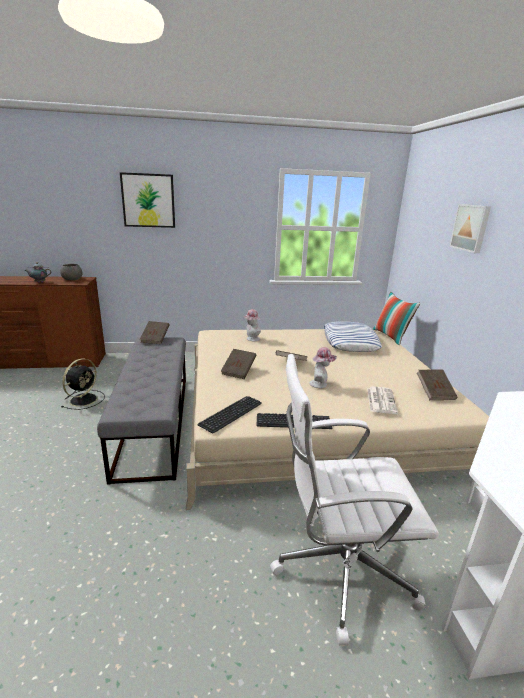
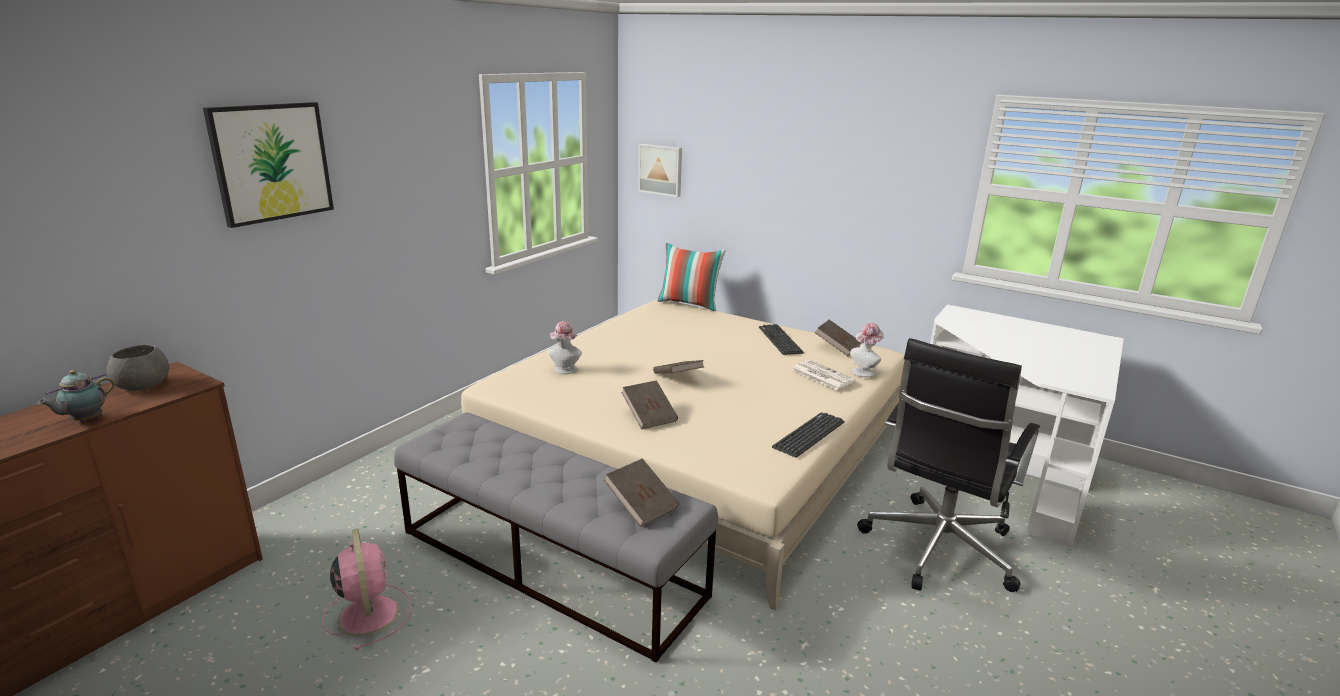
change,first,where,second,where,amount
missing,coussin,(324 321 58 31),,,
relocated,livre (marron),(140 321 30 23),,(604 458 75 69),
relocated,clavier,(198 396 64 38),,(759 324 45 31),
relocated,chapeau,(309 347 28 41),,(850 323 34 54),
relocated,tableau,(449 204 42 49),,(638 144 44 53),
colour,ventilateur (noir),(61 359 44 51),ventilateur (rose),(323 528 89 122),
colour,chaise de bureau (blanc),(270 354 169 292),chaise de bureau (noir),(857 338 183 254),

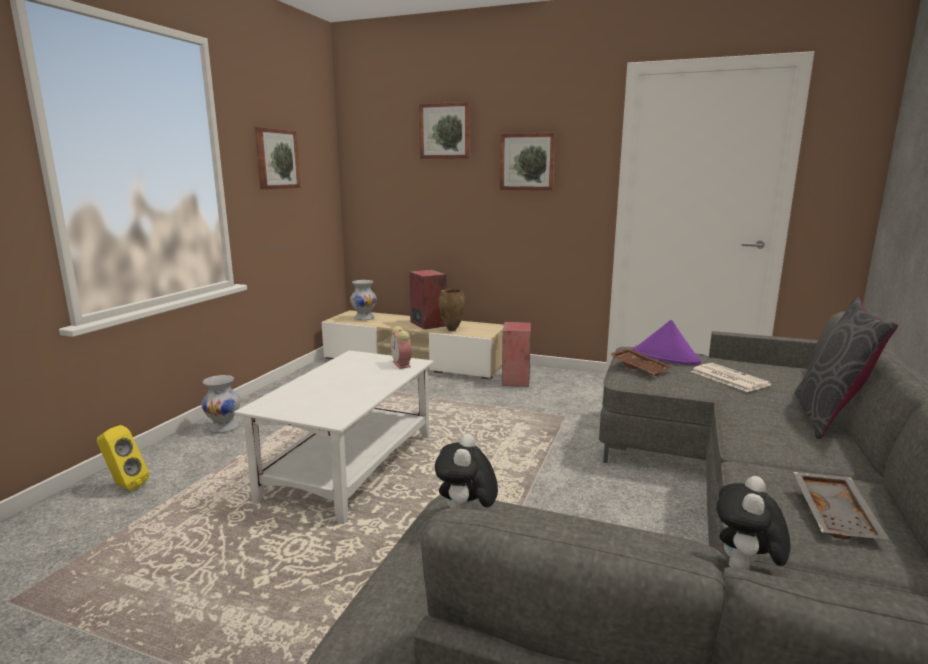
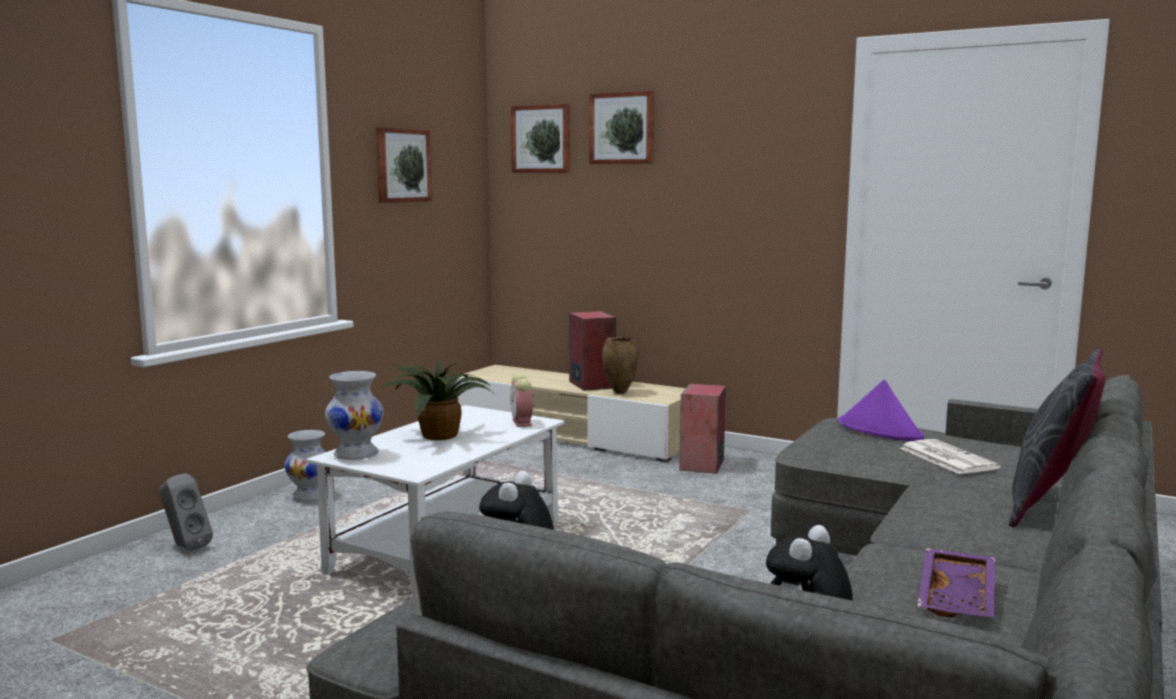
change,first,where,second,where,amount
missing,plateau (marron),(610 348 63 28),,,
appeared,,,plante en pot,(379 360 116 80),
relocated,vase (blanc),(350 280 27 40),,(325 371 59 89),
relocated,tableau,(500 133 56 57),,(511 104 59 69),
colour,enceinte (jaune),(97 425 52 65),enceinte (gris),(159 473 54 78),
colour,plateau (gris),(793 472 96 67),plateau (violet),(918 548 77 69),

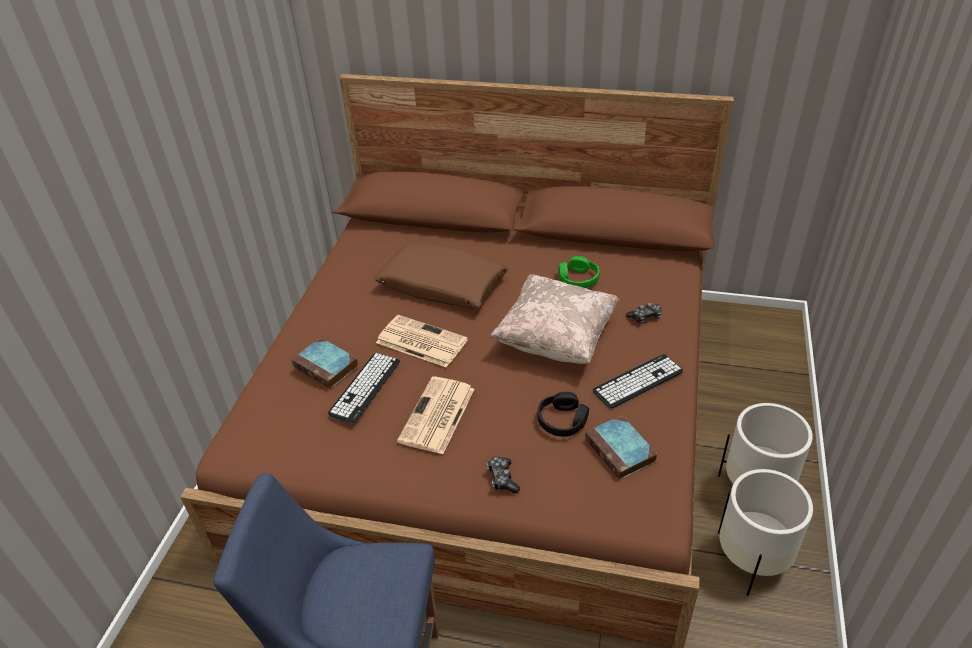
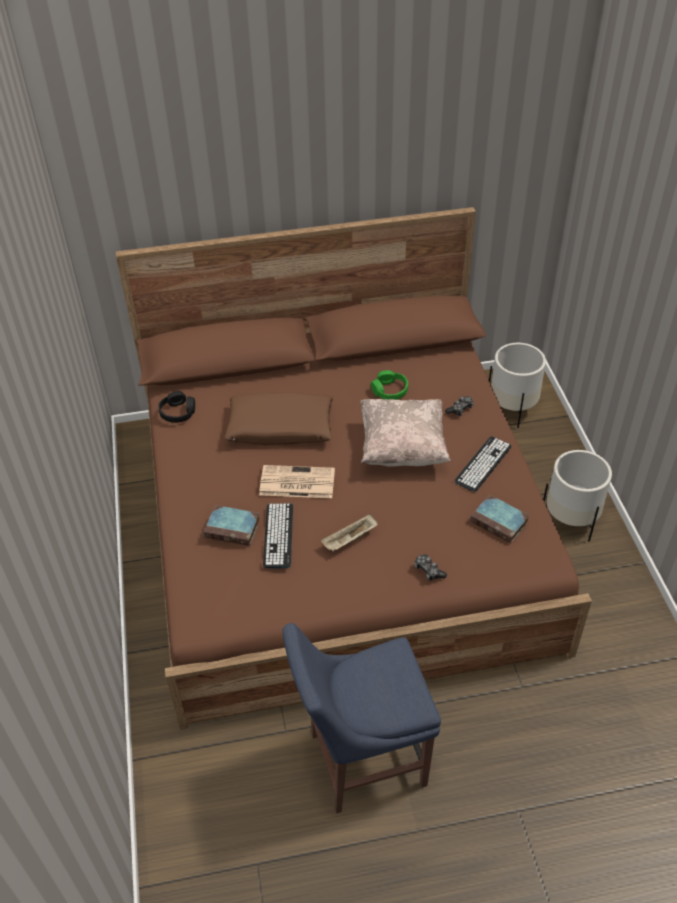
change,first,where,second,where,amount
relocated,casque audio (noir),(537 392 52 45),,(158 391 37 32),
relocated,cache-pot (blanc),(718 469 95 127),,(489 343 57 85),
exchanged,journal,(397 376 78 78),plateau (beige),(321 514 57 38),

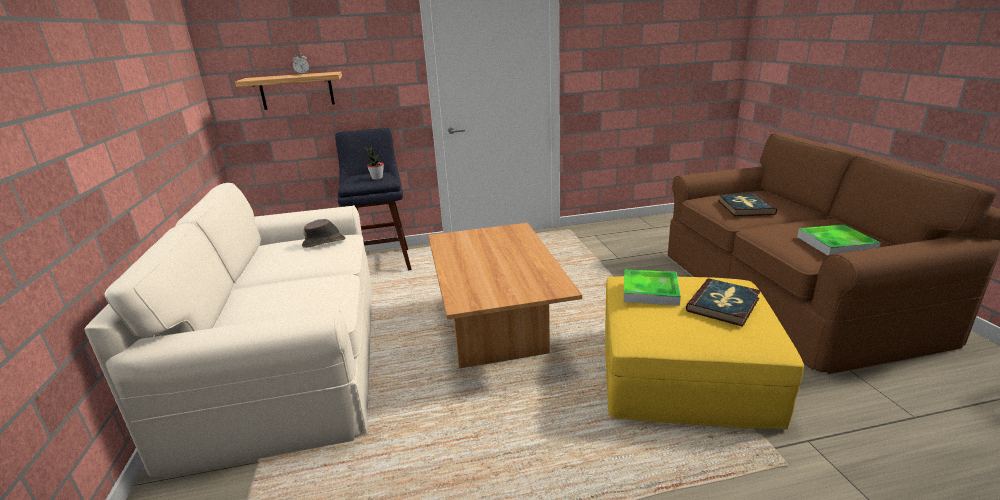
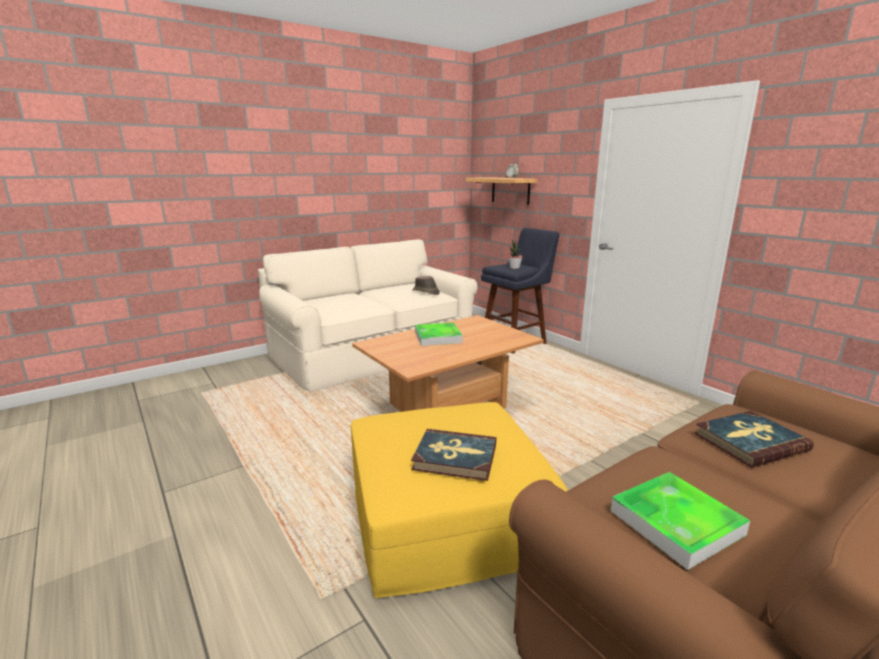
change,first,where,second,where,amount
relocated,plateau,(624 269 57 37),,(415 323 48 23),

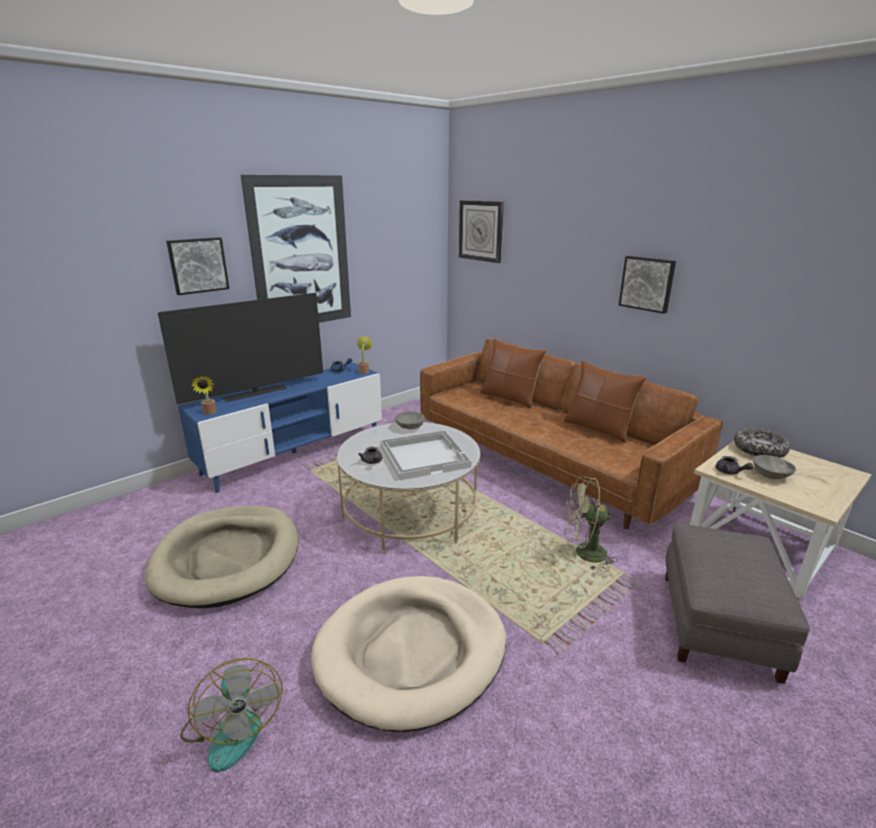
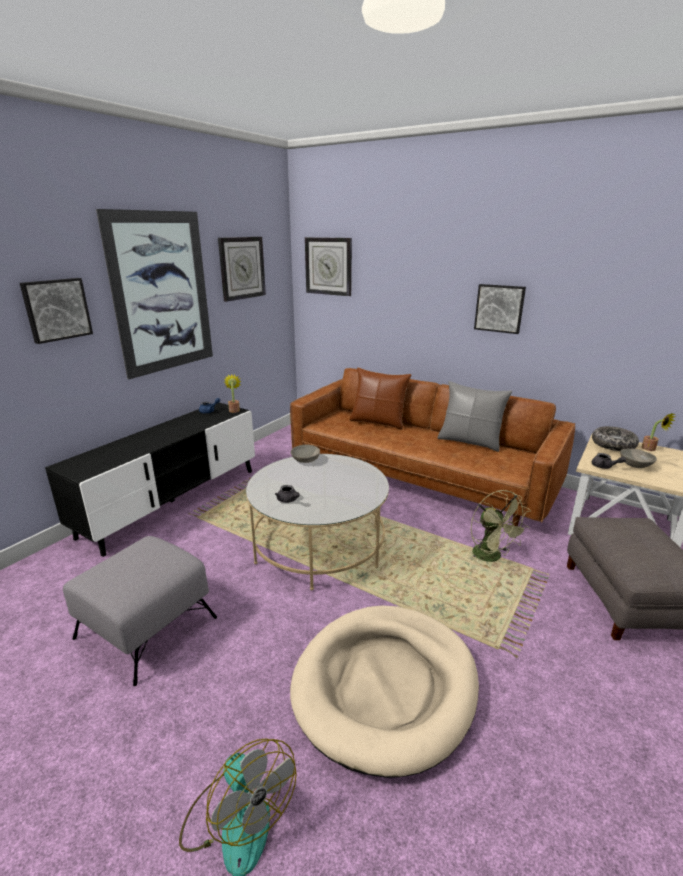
change,first,where,second,where,amount
missing,téléviseur,(158 293 165 111),,,
missing,plateau (blanc),(380 430 91 50),,,
appeared,,,horloge murale,(218 237 48 65),
relocated,plante en pot,(191 375 26 40),,(641 413 34 38),
exchanged,panier pour chien (beige),(145 506 153 102),pouf (gris),(63 536 154 150),
colour,meuble télé (bleu),(178 362 204 131),meuble télé (noir),(45 403 210 154),
colour,coussin (marron),(564 360 83 83),coussin (gris),(437 381 75 71),
spun,ventilateur (vert),(564 476 54 93),,(471 490 60 72),105 degrees counterclockwise

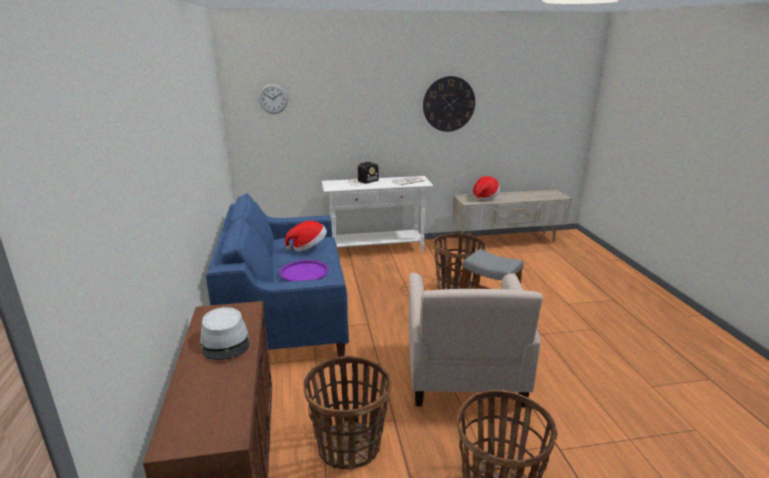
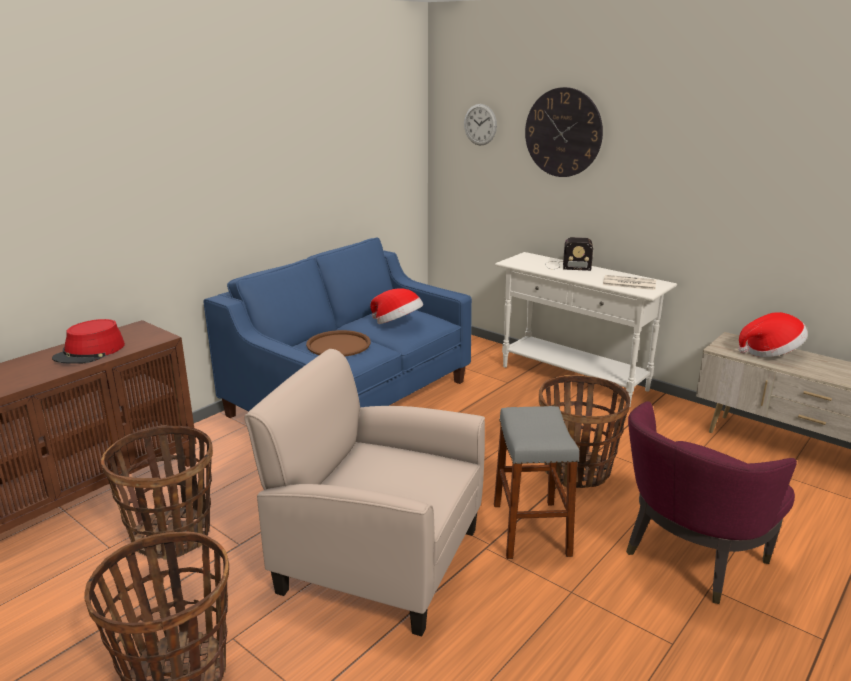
change,first,where,second,where,amount
appeared,,,fauteuil (violet),(626 401 171 203),
relocated,horloge murale,(423 76 52 56),,(525 87 78 90),
colour,chapeau (gris),(200 307 49 53),chapeau (rouge),(52 319 73 45),
colour,plateau (violet),(279 260 50 22),plateau (marron),(306 330 65 27),
spun,fauteuil (beige),(409 273 134 134),,(244 349 241 287),60 degrees clockwise

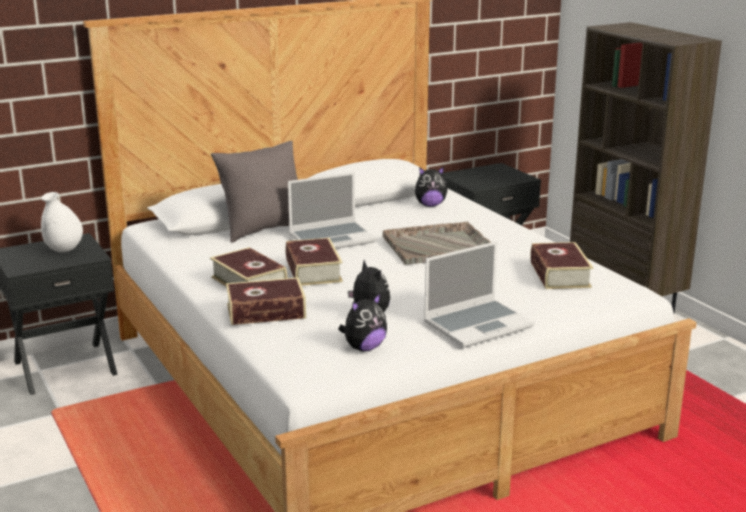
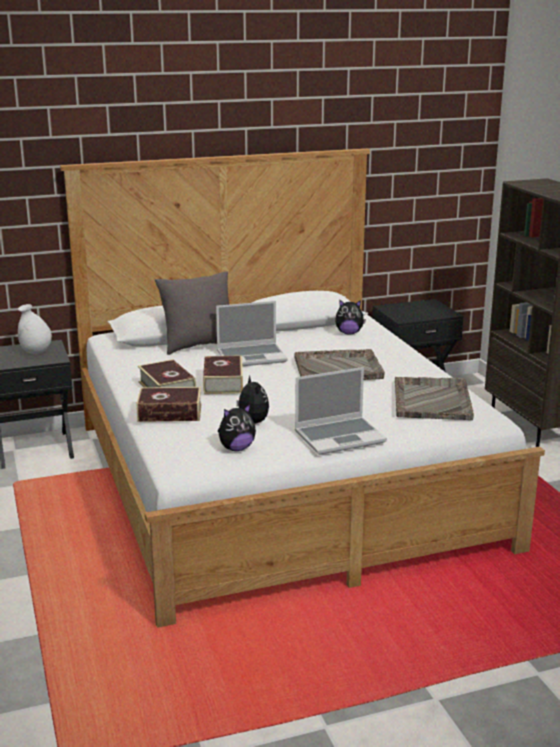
change,first,where,second,where,amount
exchanged,livre,(530 242 63 47),plateau (gris),(395 377 79 43),

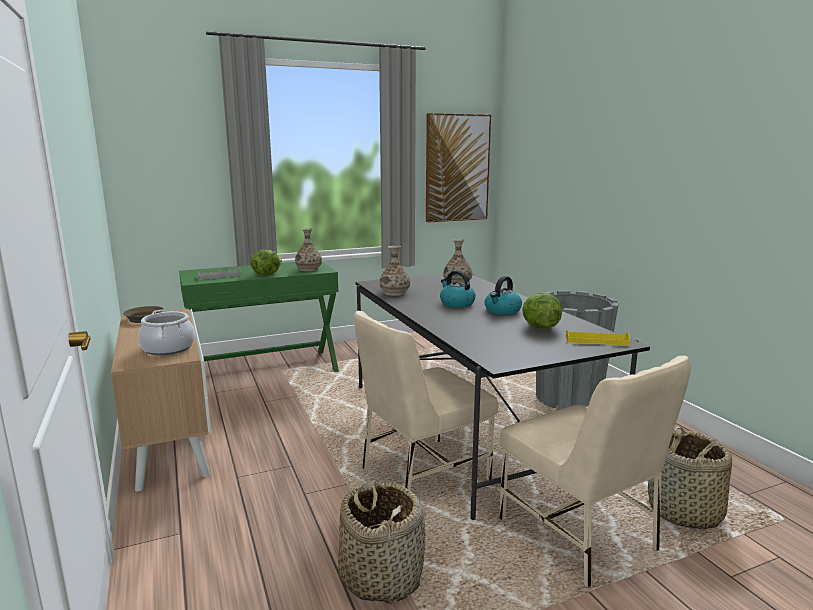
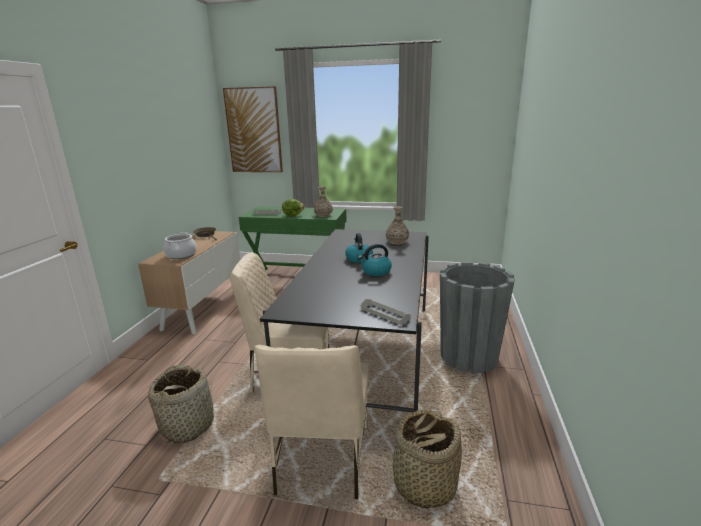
change,first,where,second,where,amount
missing,vase,(379 246 31 50),,,
missing,laitue,(522 293 40 35),,,
relocated,tableau,(426 113 65 110),,(223 86 60 86),
colour,plateau (jaune),(566 330 64 16),plateau (gris),(361 299 50 26),

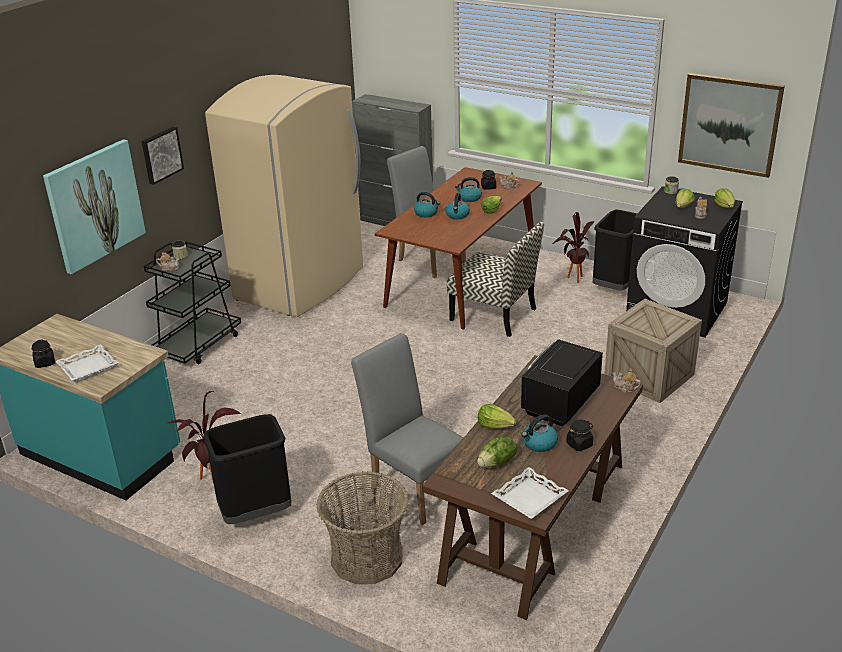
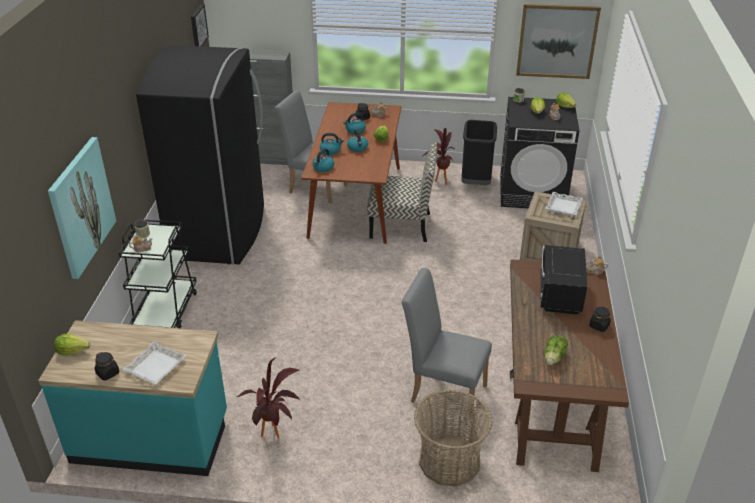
change,first,where,second,where,amount
missing,poubelle (noir),(203 414 89 110),,,
relocated,tableau,(142 127 42 58),,(191 4 18 42),
relocated,laitue,(478 404 39 25),,(54 334 37 21),
relocated,plateau (blanc),(491 467 78 52),,(545 192 38 24),
relocated,bouilloire,(522 414 36 38),,(312 148 22 24),
colour,réfrigérateur (beige),(205 75 158 242),réfrigérateur (noir),(136 45 128 220),

